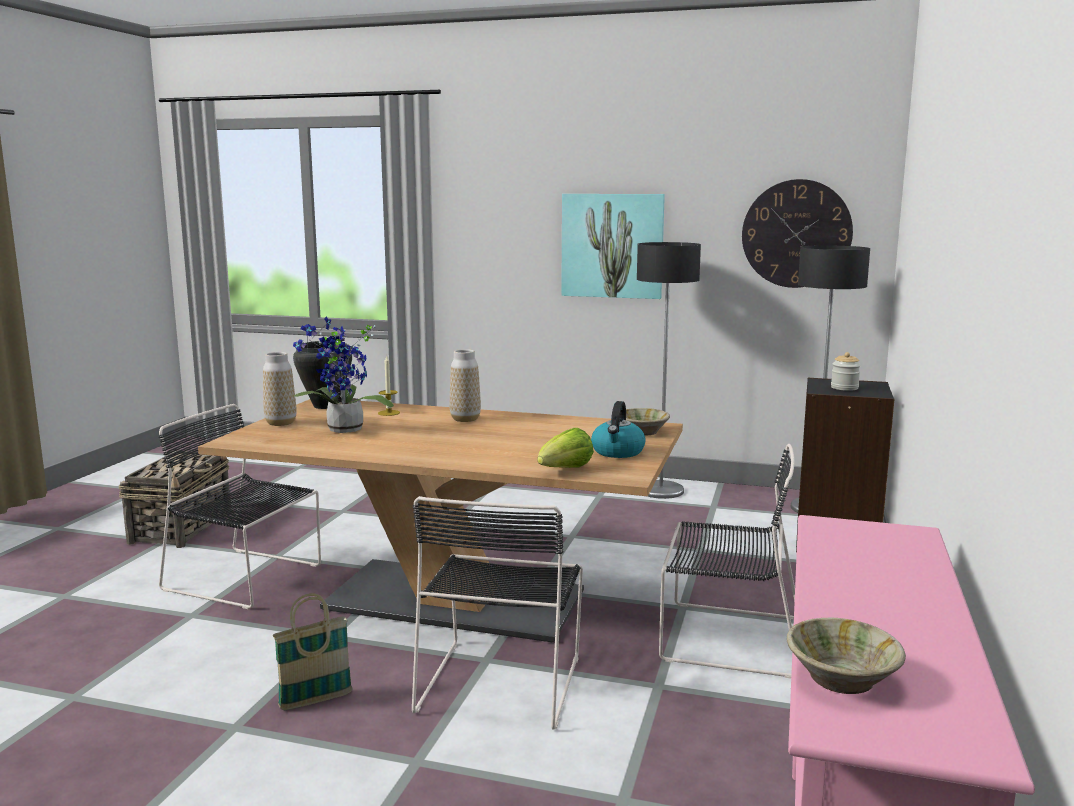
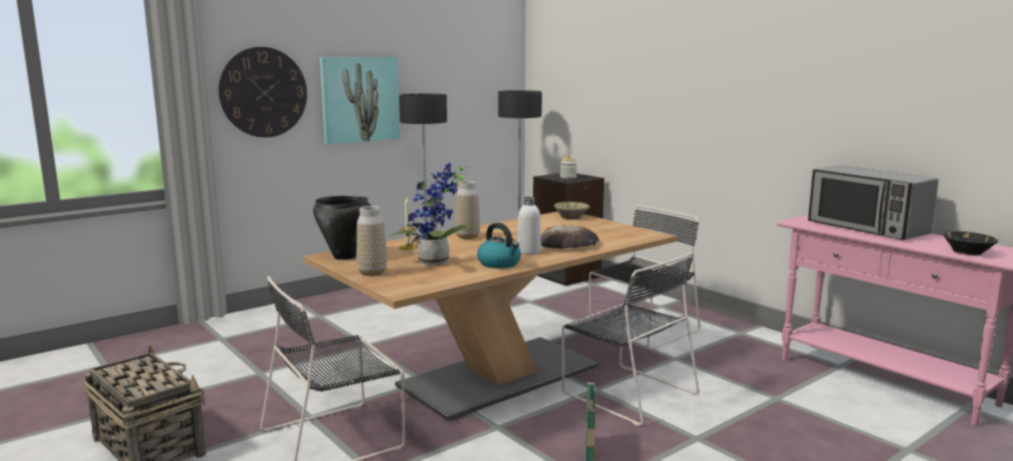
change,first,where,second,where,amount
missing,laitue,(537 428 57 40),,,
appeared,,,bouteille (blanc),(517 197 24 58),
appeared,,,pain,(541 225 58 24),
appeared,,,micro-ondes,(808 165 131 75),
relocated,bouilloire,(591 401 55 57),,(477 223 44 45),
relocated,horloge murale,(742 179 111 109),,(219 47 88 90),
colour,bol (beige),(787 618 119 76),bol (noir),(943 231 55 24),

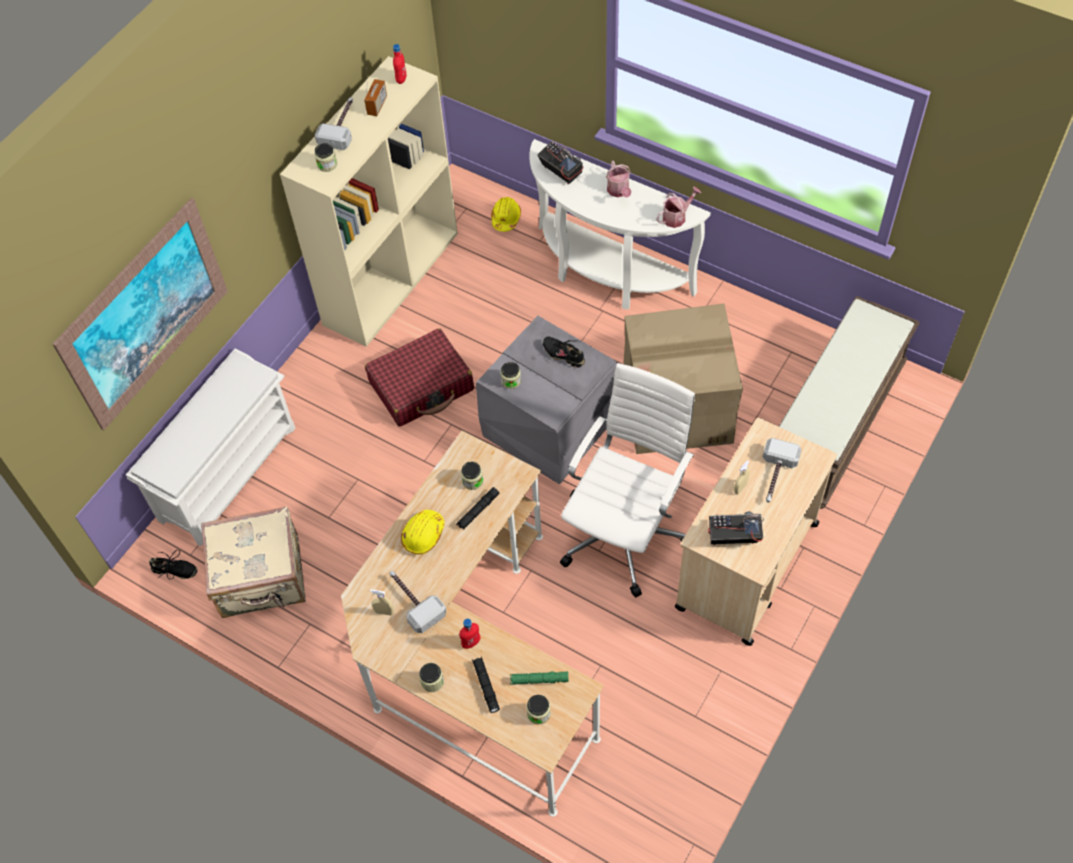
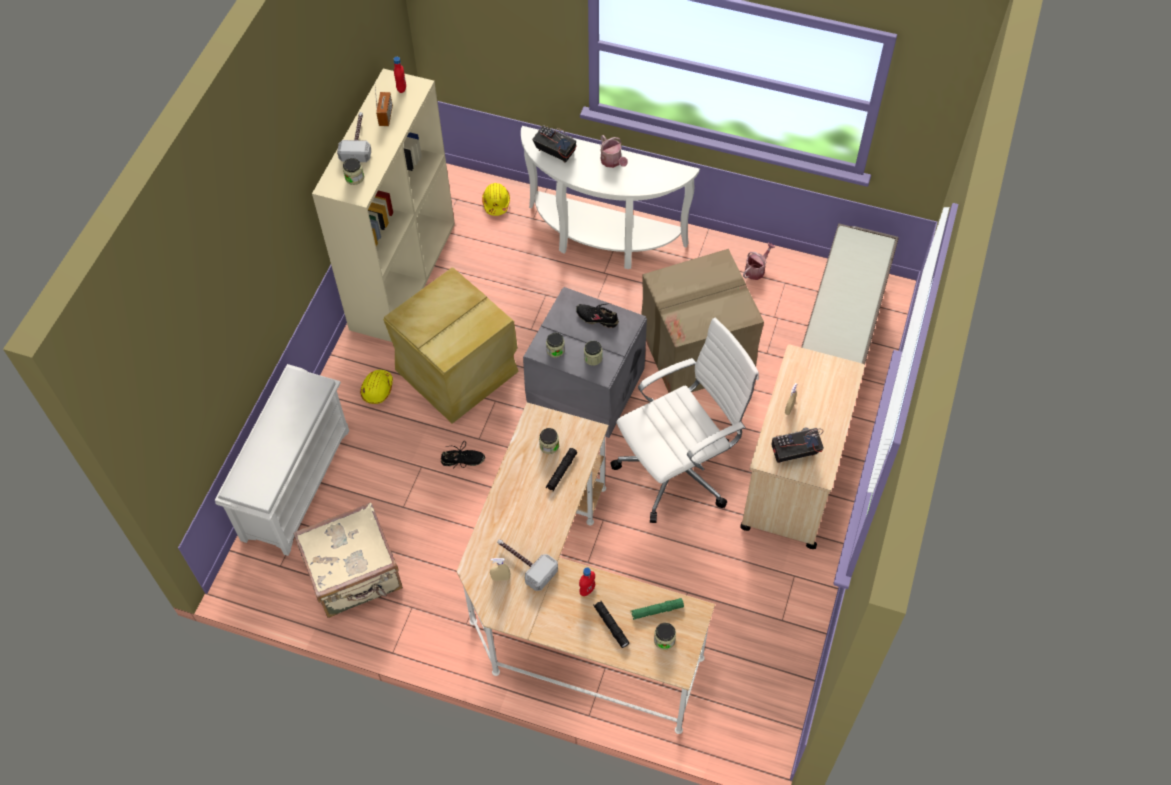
change,first,where,second,where,amount
missing,tableau,(53 198 175 232),,,
missing,marteau,(763 438 39 65),,,
relocated,chaussure (noir),(149 550 49 29),,(441 441 44 28),
relocated,casque de chantier (jaune),(401 510 43 44),,(360 370 33 34),
relocated,bocal,(419 663 25 29),,(584 341 18 25),
relocated,arrosoir,(656 187 45 41),,(743 243 32 37),
exchanged,valise (rouge),(365 328 109 99),boîte de rangement (beige),(383 267 136 157),
spun,chaise de bureau (blanc),(560 363 135 235),,(610 318 149 205),45 degrees clockwise

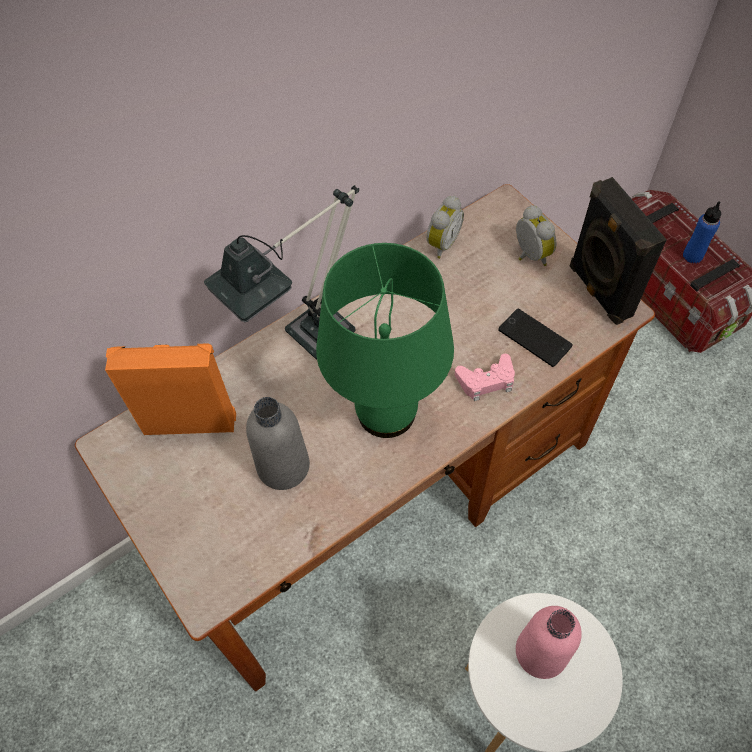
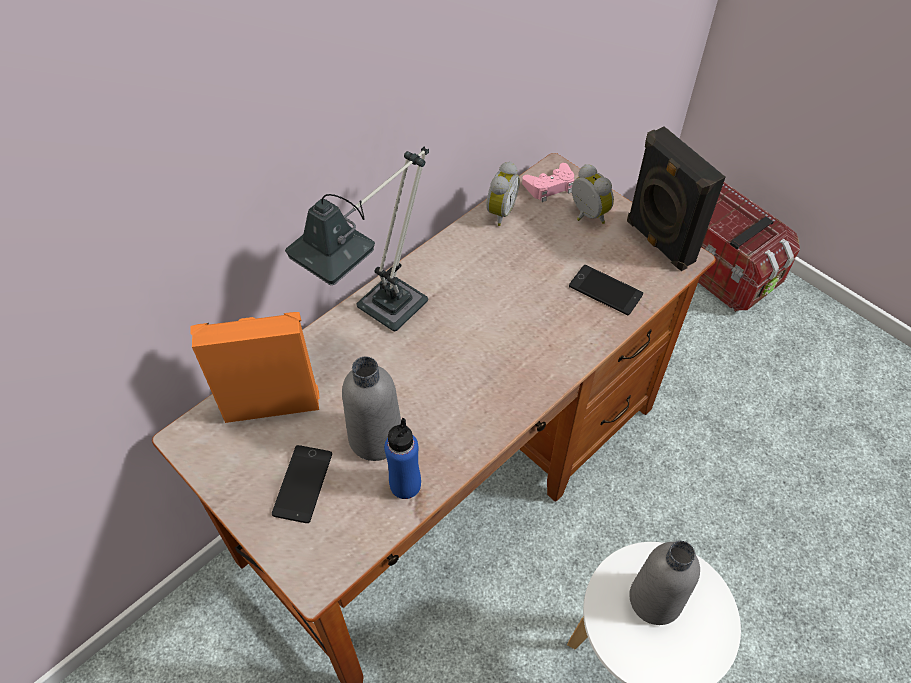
change,first,where,second,where,amount
missing,lampe de table (vert),(316 243 138 195),,,
appeared,,,téléphone,(272 445 60 78),
relocated,manette (rose),(455 354 60 47),,(522 163 52 39),
relocated,bouteille (bleu),(683 201 38 62),,(384 418 37 81),
colour,bouteille (rose),(516 606 66 73),bouteille (gris),(629 541 71 84),

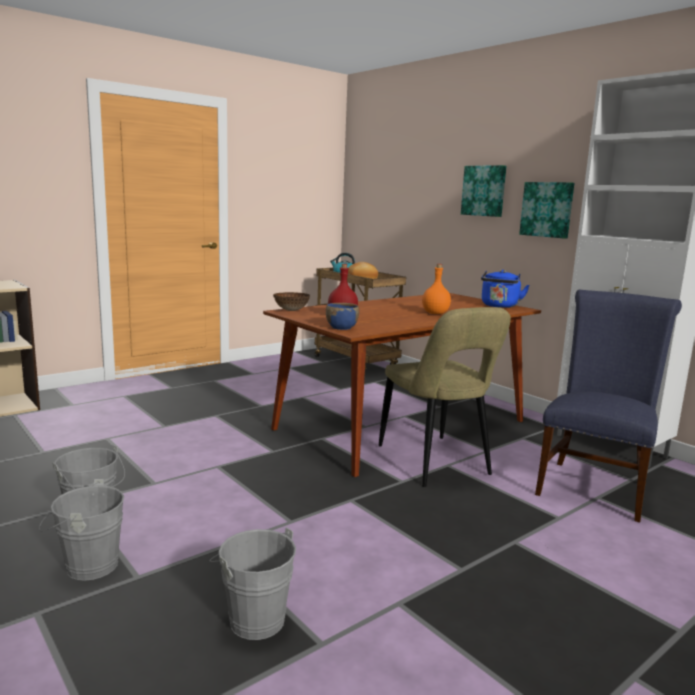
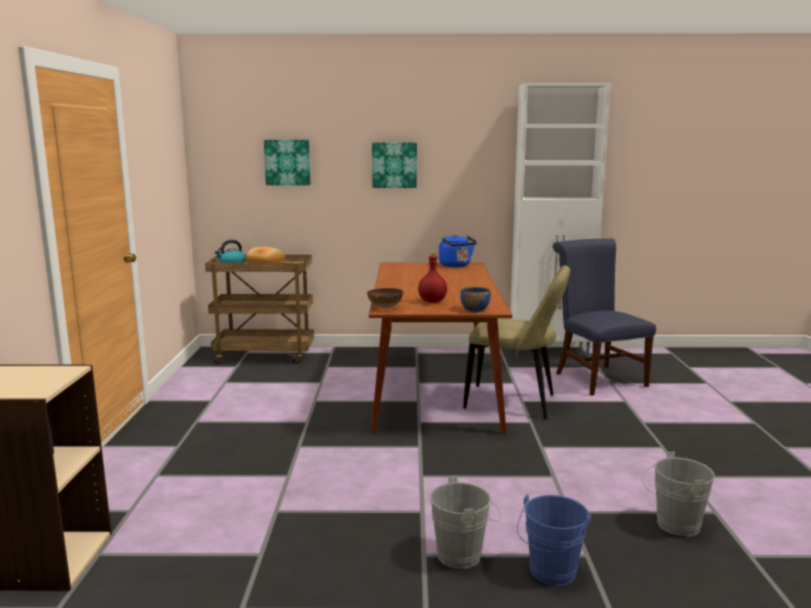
change,first,where,second,where,amount
missing,bouteille (orange),(422 264 29 50),,,
relocated,tableau,(519 182 55 56),,(264 140 47 45),
colour,seau (gris),(39 479 85 102),seau (bleu),(517 494 75 92),

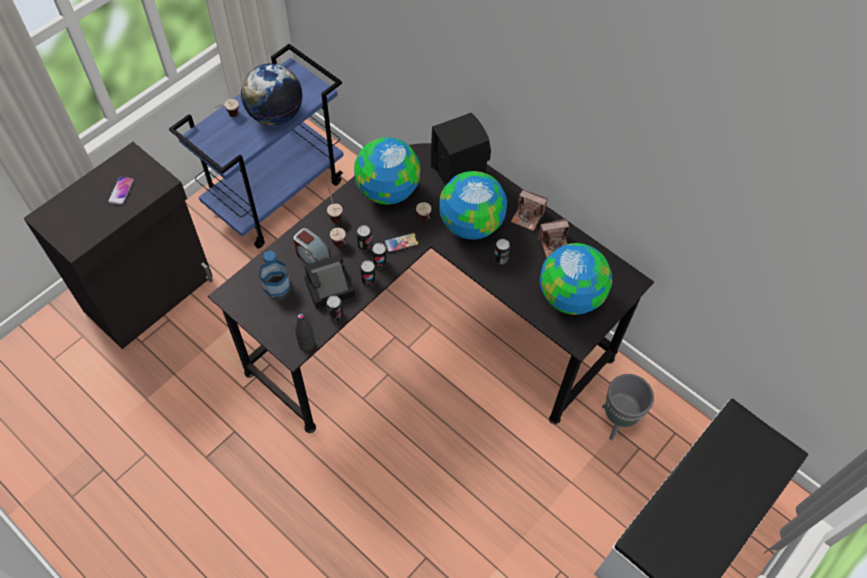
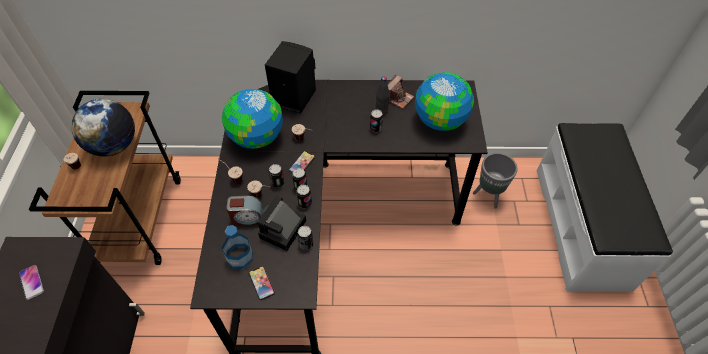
change,first,where,second,where,amount
missing,globe,(439 171 68 69),,,
missing,appareil photo,(511 190 37 41),,,
appeared,,,téléphone,(249 266 26 34),
relocated,bouteille (noir),(295 313 20 38),,(376 77 13 38),
colour,chariot (bleu),(169 44 175 204),chariot (marron),(29 91 152 174),

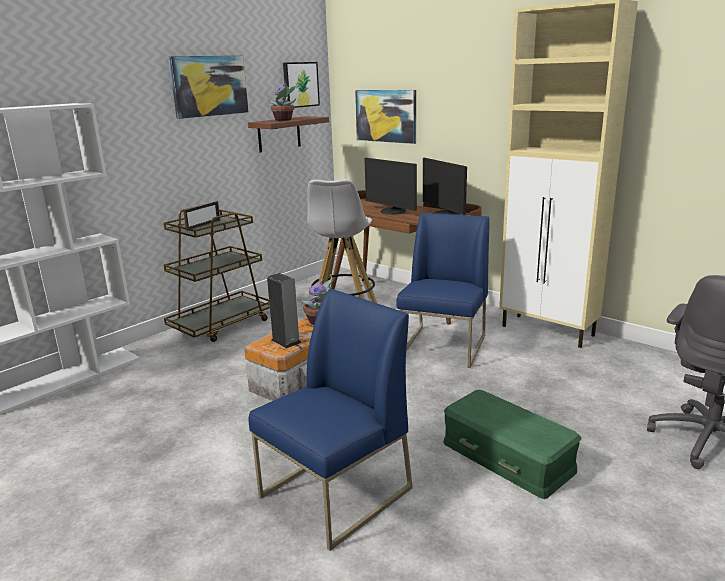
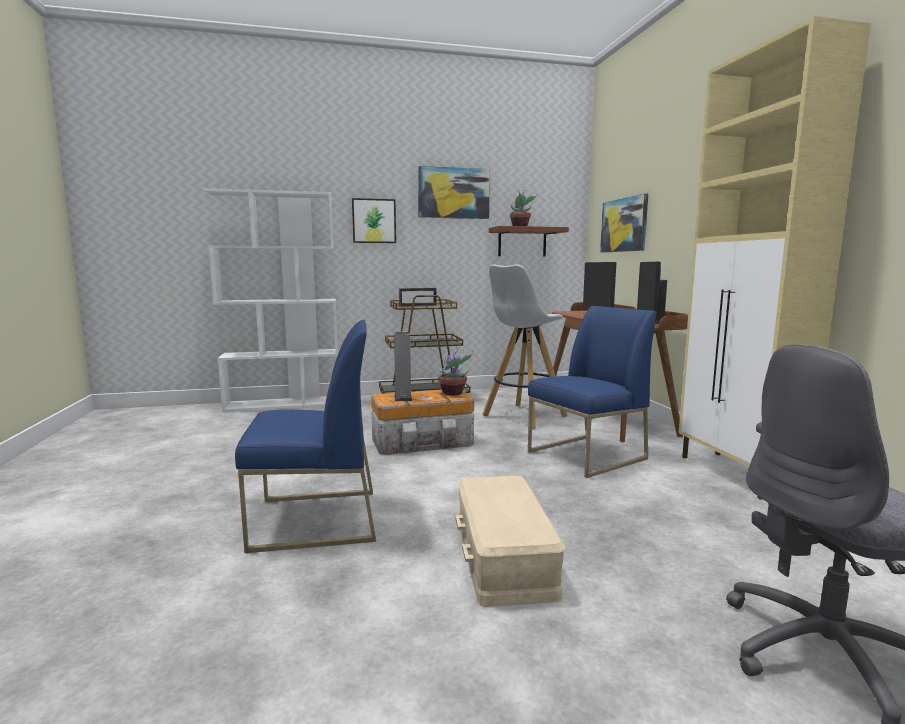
change,first,where,second,where,amount
relocated,tableau,(283 62 37 46),,(352 198 44 45),
colour,boîte de rangement (vert),(444 390 138 109),boîte de rangement (beige),(455 476 110 131),

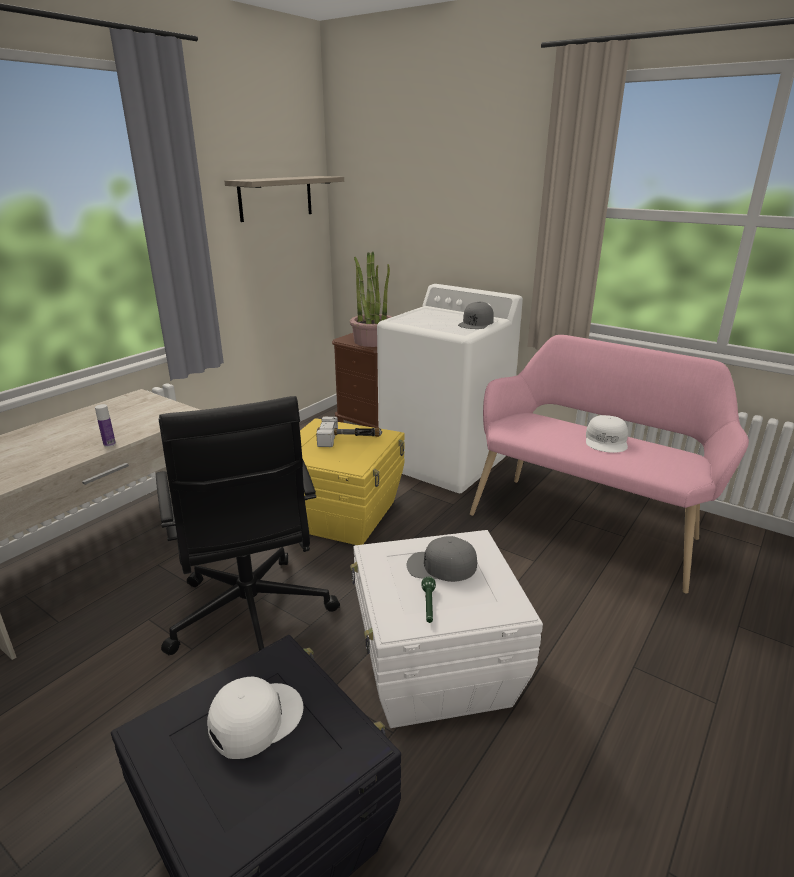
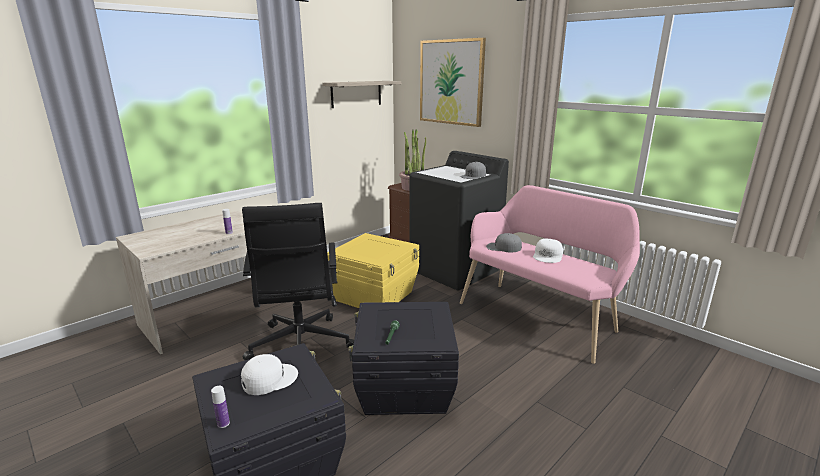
change,first,where,second,where,amount
missing,marteau,(316 417 66 30),,,
appeared,,,bouteille,(211 386 19 42),
appeared,,,tableau,(420 38 66 89),
relocated,casquette (gris),(407 536 70 46),,(486 233 36 19),
colour,boîte de rangement (blanc),(350 530 193 198),boîte de rangement (noir),(348 302 111 113),
colour,lave-linge (blanc),(377 284 146 209),lave-linge (noir),(409 151 100 140),

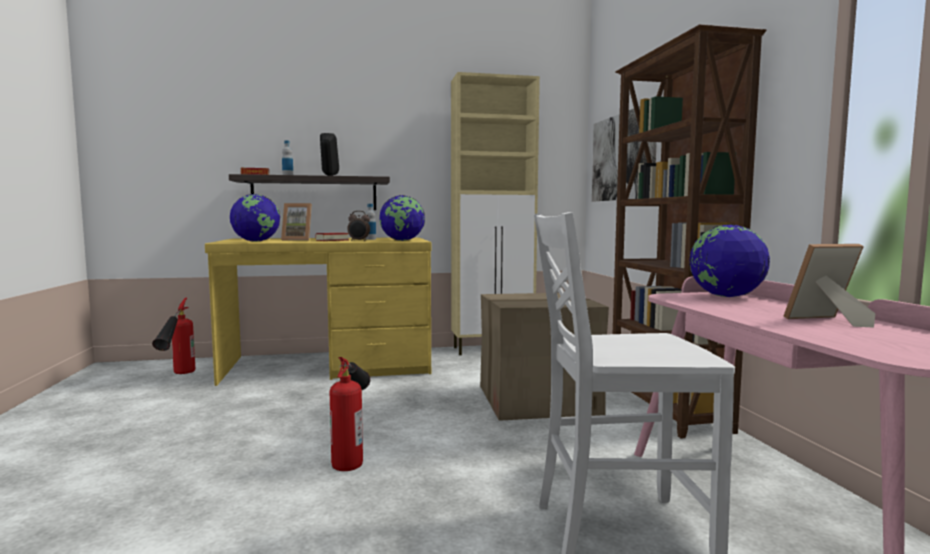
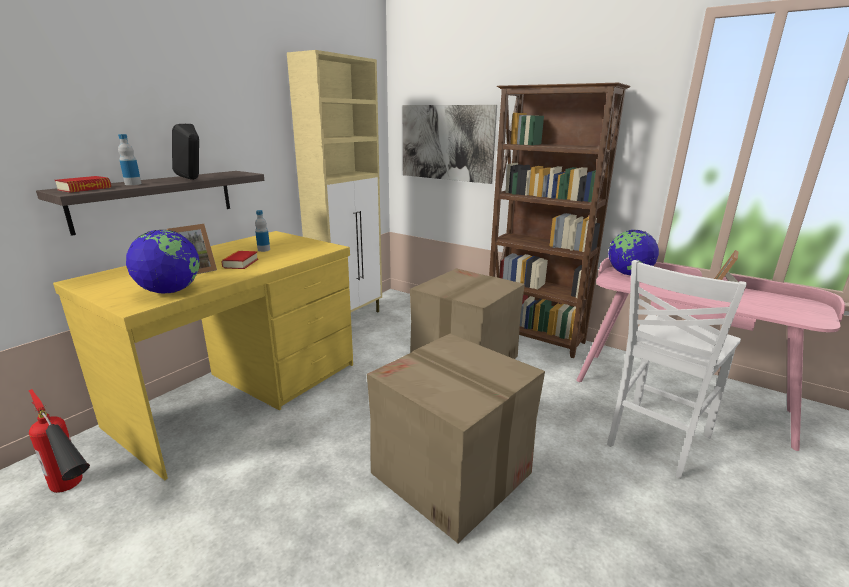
change,first,where,second,where,amount
missing,réveil,(347 211 23 30),,,
missing,globe,(379 195 46 46),,,
exchanged,extincteur,(329 357 41 114),carton,(367 334 178 209),

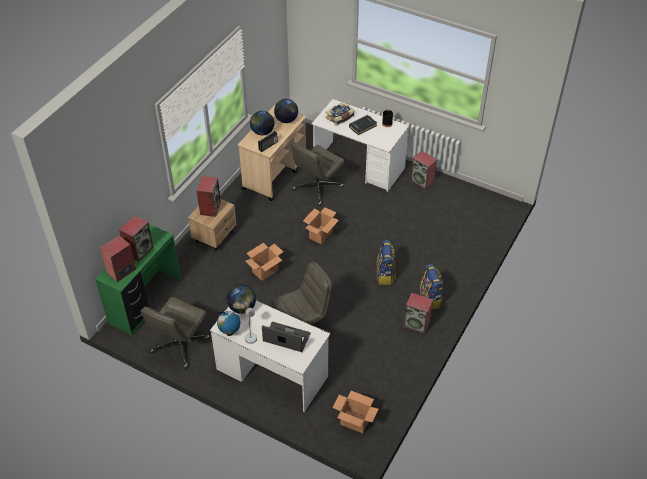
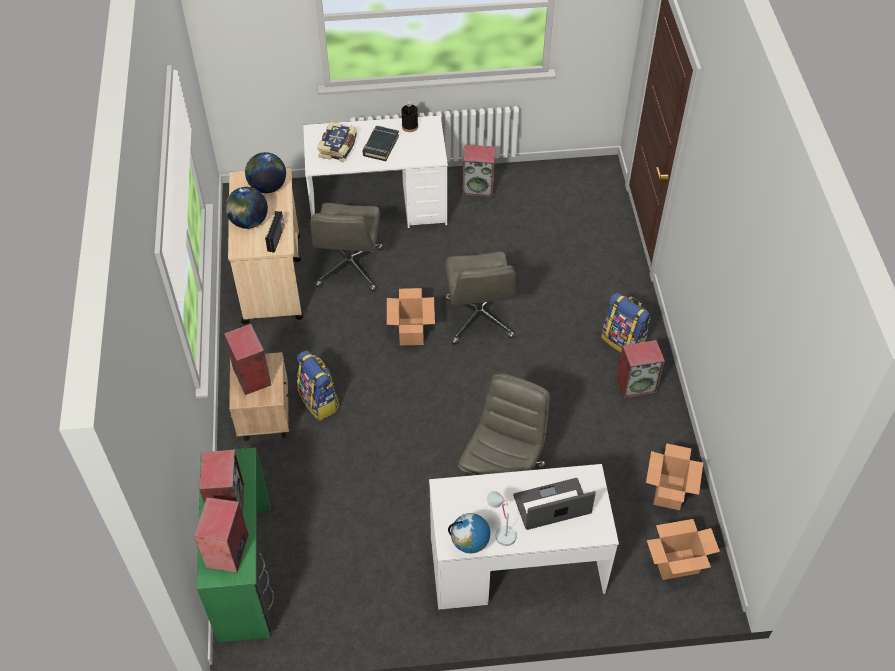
change,first,where,second,where,amount
missing,globe,(227 284 29 30),,,
relocated,chaise de bureau (gris),(141 297 69 72),,(445 252 71 92),
relocated,carton,(245 243 38 38),,(646 443 57 67),
relocated,sac à dos,(376 240 20 45),,(297 351 42 70),

